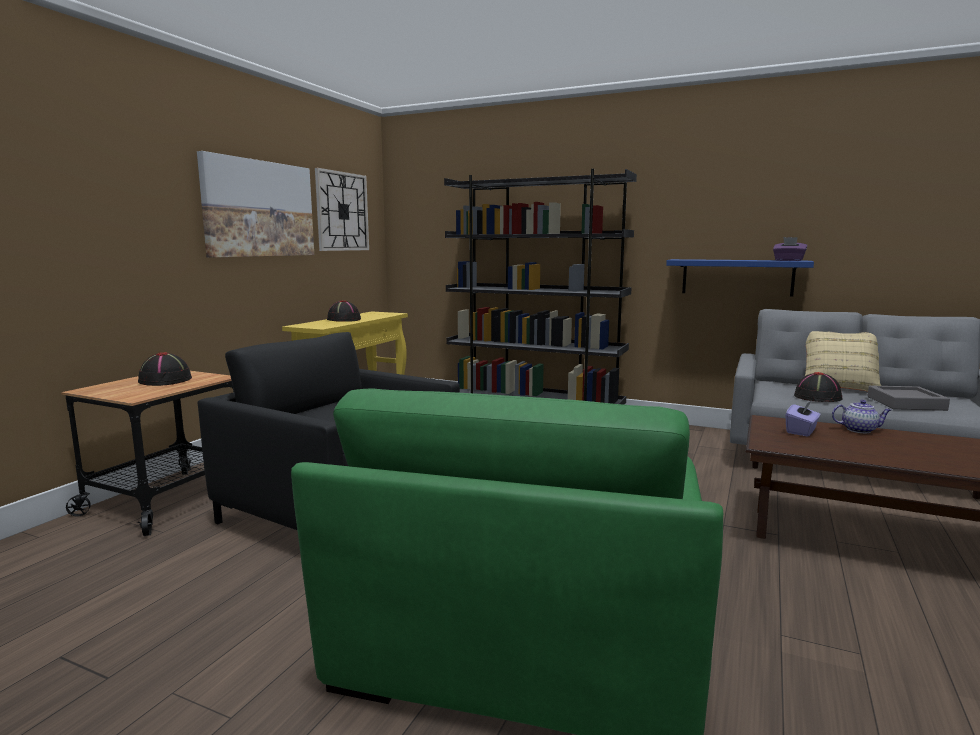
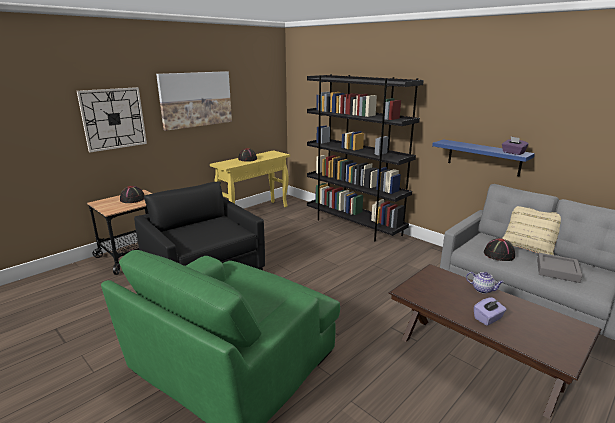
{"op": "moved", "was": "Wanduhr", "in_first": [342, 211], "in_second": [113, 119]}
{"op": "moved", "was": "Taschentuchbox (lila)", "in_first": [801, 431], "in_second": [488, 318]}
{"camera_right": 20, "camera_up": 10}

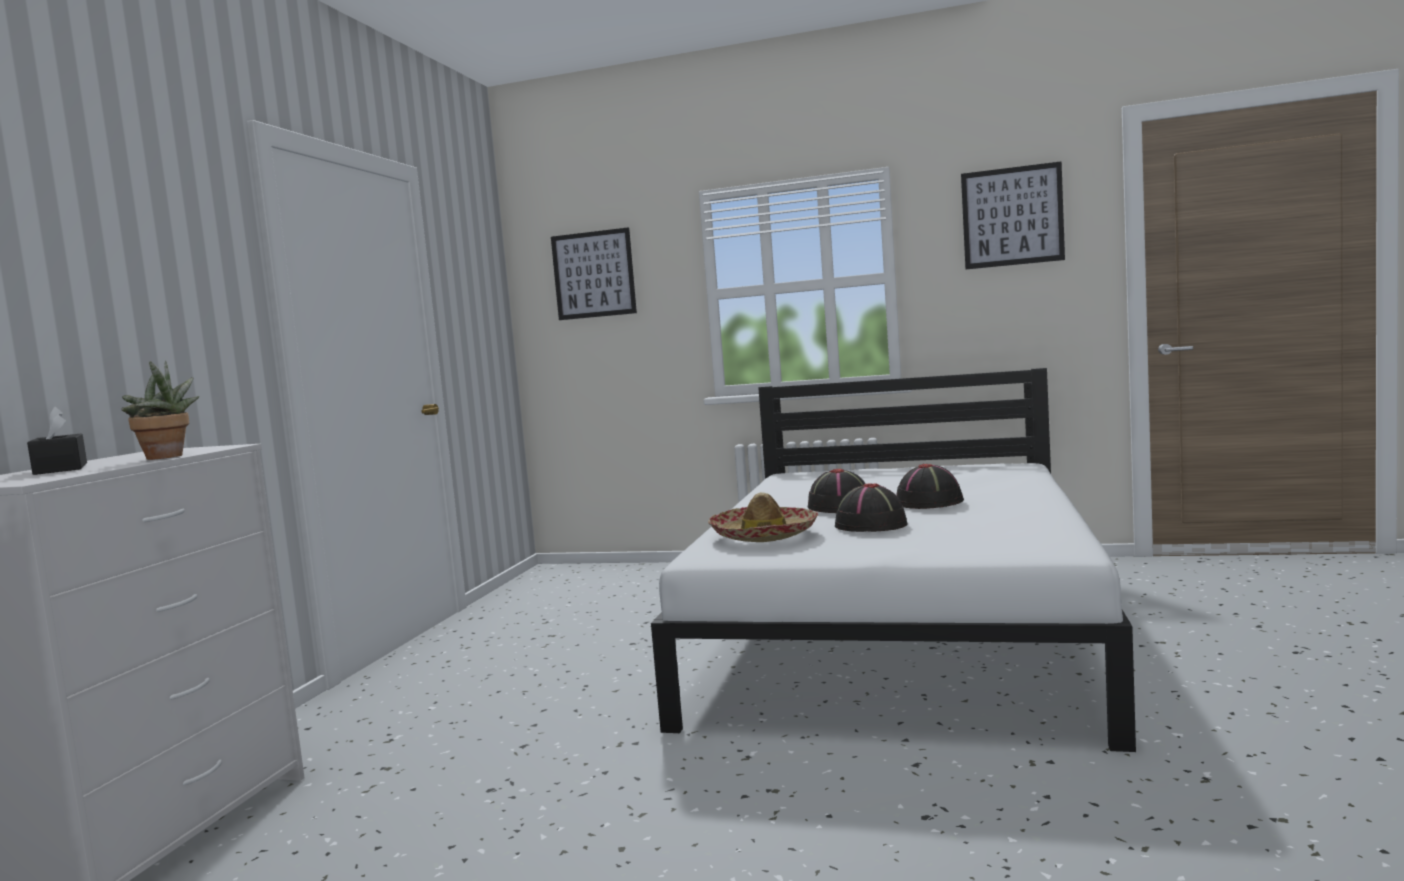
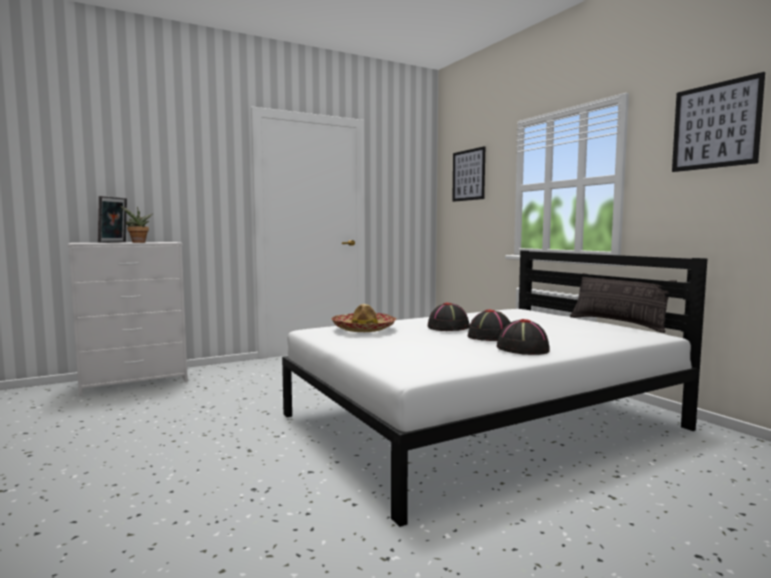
{"op": "added", "now": "Kissen", "in_second": [617, 324]}
{"op": "moved", "was": "Hut (schwarz)", "in_first": [870, 525], "in_second": [522, 349]}
{"op": "replaced", "was": "Taschentuchbox (schwarz)", "now": "Bilderrahmen", "in_first": [61, 469], "in_second": [114, 242]}
{"camera_right": 45, "camera_up": 0}

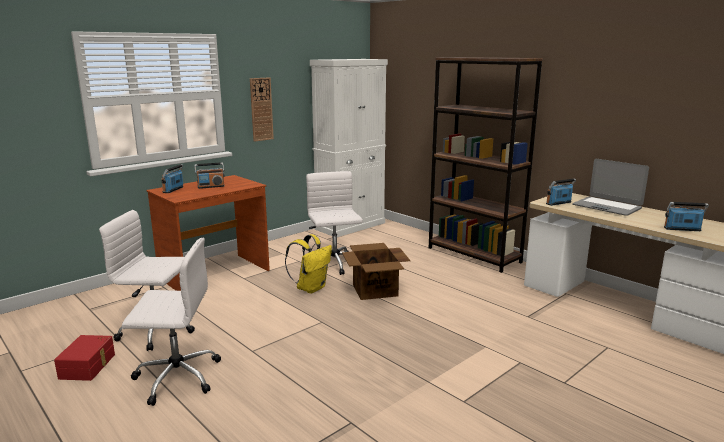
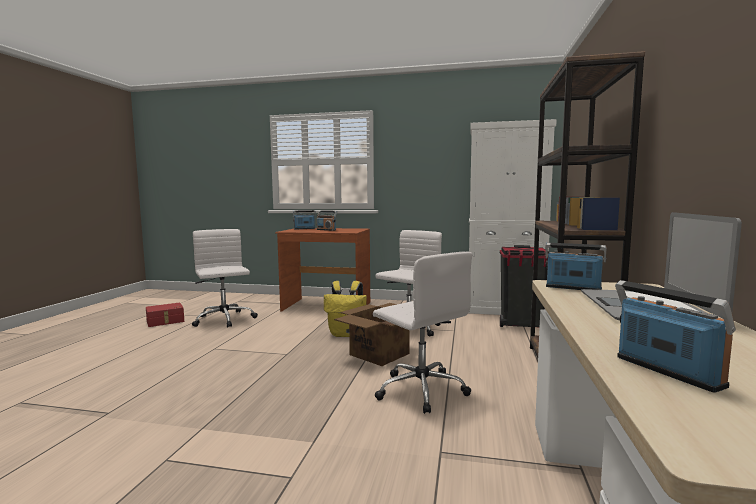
{"op": "removed", "was": "Wanduhr", "in_first": [261, 109]}
{"op": "added", "now": "Mülleimer (schwarz)", "in_second": [521, 324]}
{"op": "moved", "was": "Bürostuhl (weiß)", "in_first": [176, 377], "in_second": [420, 389]}
{"camera_right": 55, "camera_up": -10}

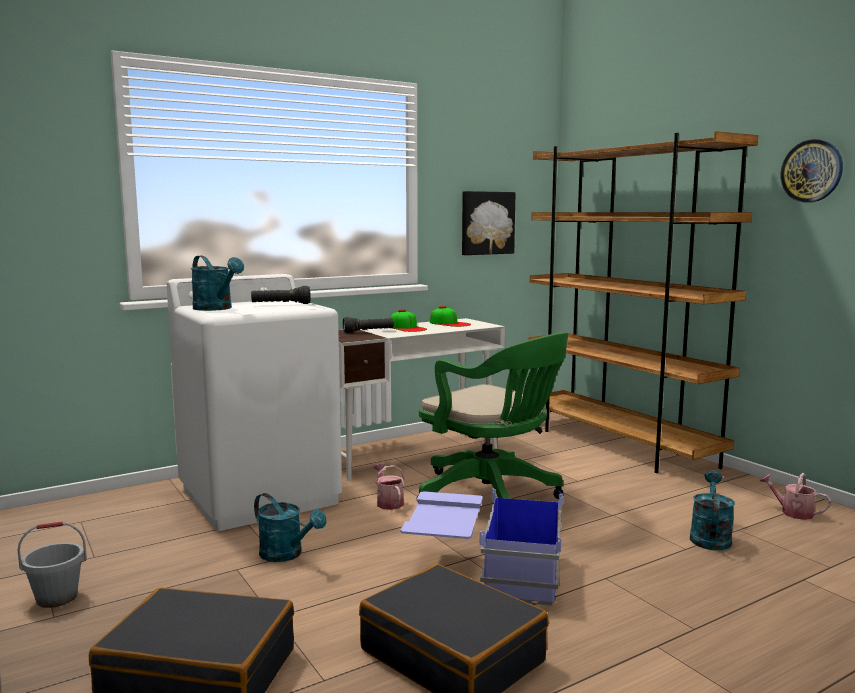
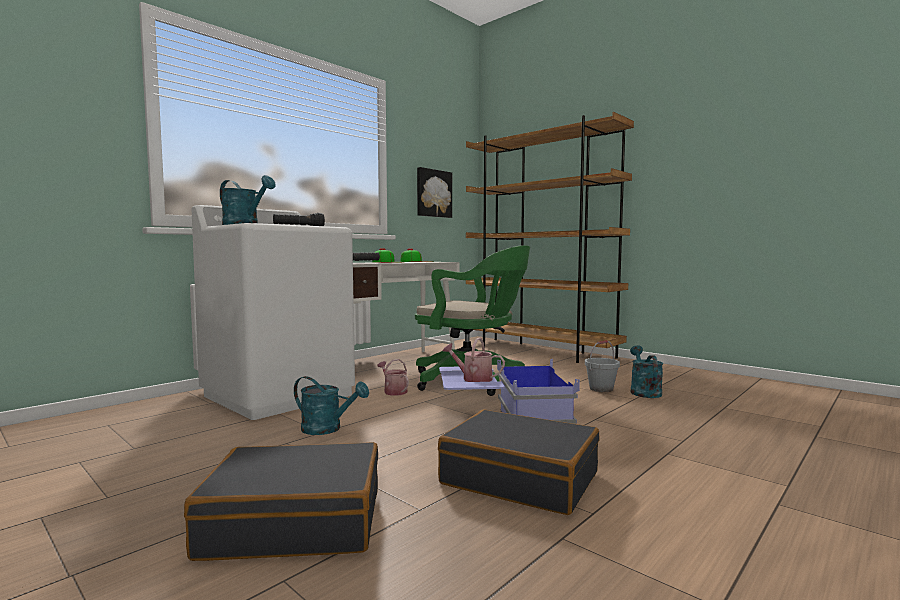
{"op": "removed", "was": "Wanduhr", "in_first": [812, 171]}
{"op": "moved", "was": "Eimer (grau)", "in_first": [56, 598], "in_second": [601, 389]}
{"op": "moved", "was": "Gießkanne", "in_first": [792, 512], "in_second": [473, 379]}
{"camera_right": -15, "camera_up": -5}

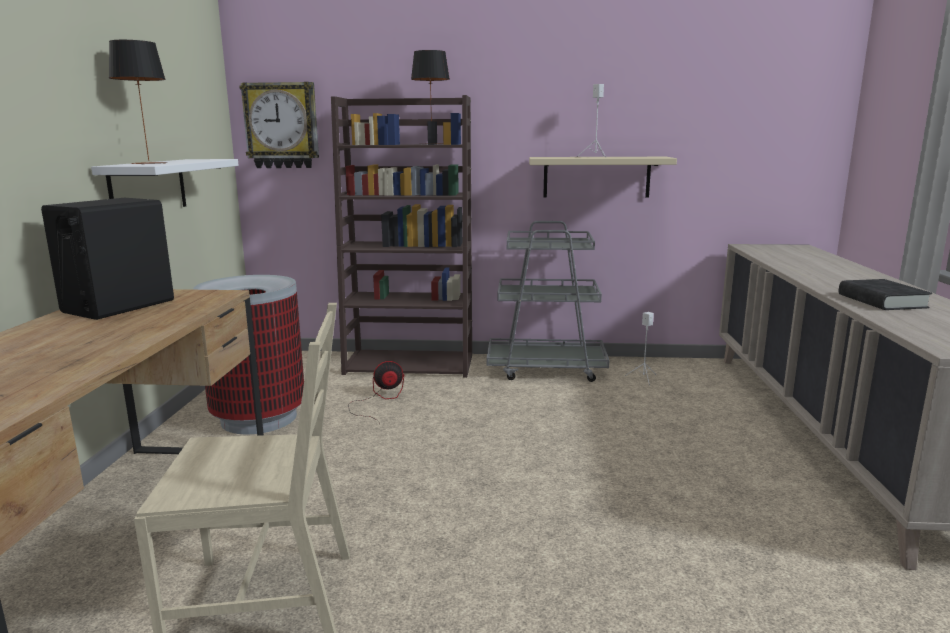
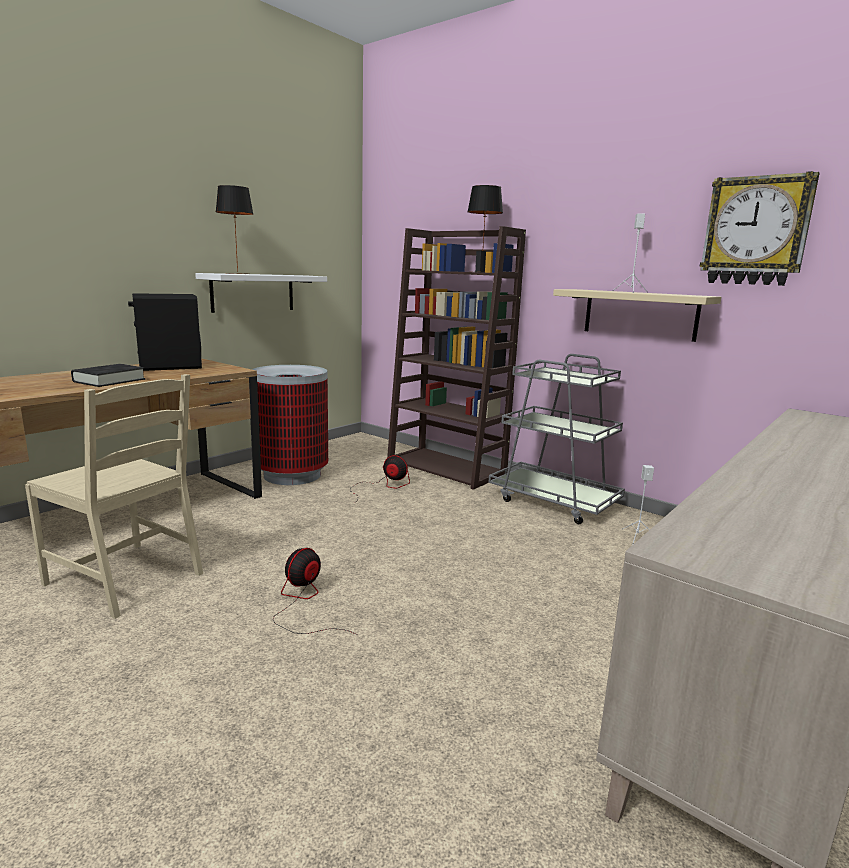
{"op": "added", "now": "Ventilator", "in_second": [304, 603]}
{"op": "moved", "was": "Wanduhr", "in_first": [282, 126], "in_second": [755, 231]}
{"op": "moved", "was": "Buch (schwarz)", "in_first": [881, 301], "in_second": [109, 380]}
{"camera_right": 35, "camera_up": 0}

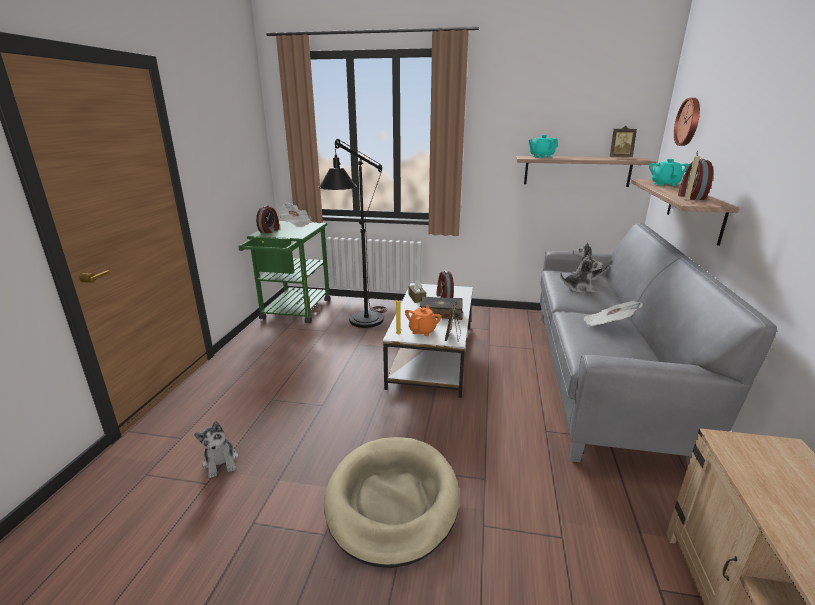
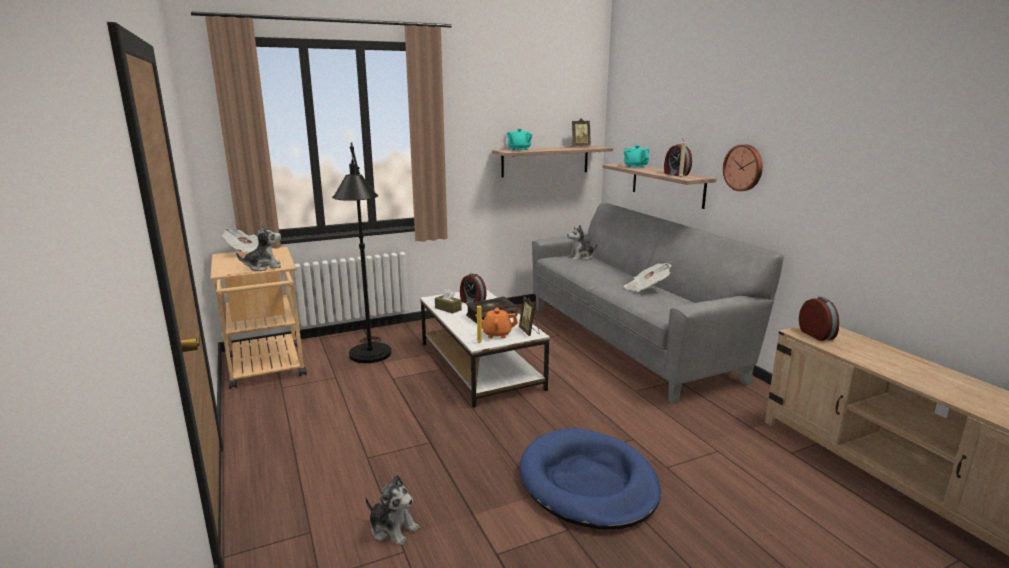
{"op": "moved", "was": "Wecker", "in_first": [269, 231], "in_second": [817, 335]}
{"op": "moved", "was": "Plüschtier", "in_first": [579, 288], "in_second": [263, 267]}
{"op": "moved", "was": "Wanduhr", "in_first": [689, 122], "in_second": [744, 167]}
{"op": "recoloured", "was": "Rollwagen (grün)", "now": "Rollwagen (beige)", "in_first": [294, 312], "in_second": [267, 370]}
{"op": "recoloured", "was": "Hundebett (beige)", "now": "Hundebett (blau)", "in_first": [392, 501], "in_second": [588, 483]}
{"op": "turned", "was": "Teekanne (orange)", "in_first": [422, 331], "in_second": [496, 334], "clockwise": -75}
{"camera_right": -35, "camera_up": -5}

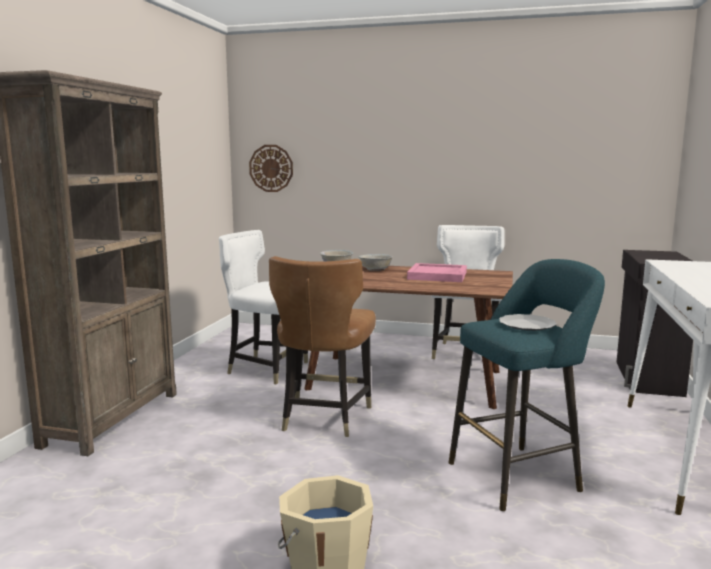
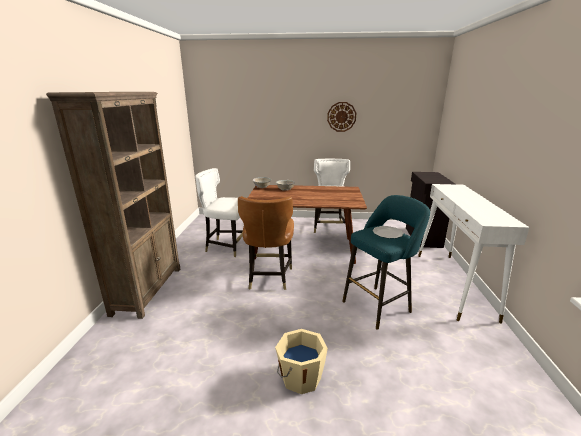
{"op": "removed", "was": "Tablett (rosa)", "in_first": [438, 276]}
{"op": "moved", "was": "Wanduhr", "in_first": [271, 168], "in_second": [341, 117]}
{"camera_right": -10, "camera_up": 10}

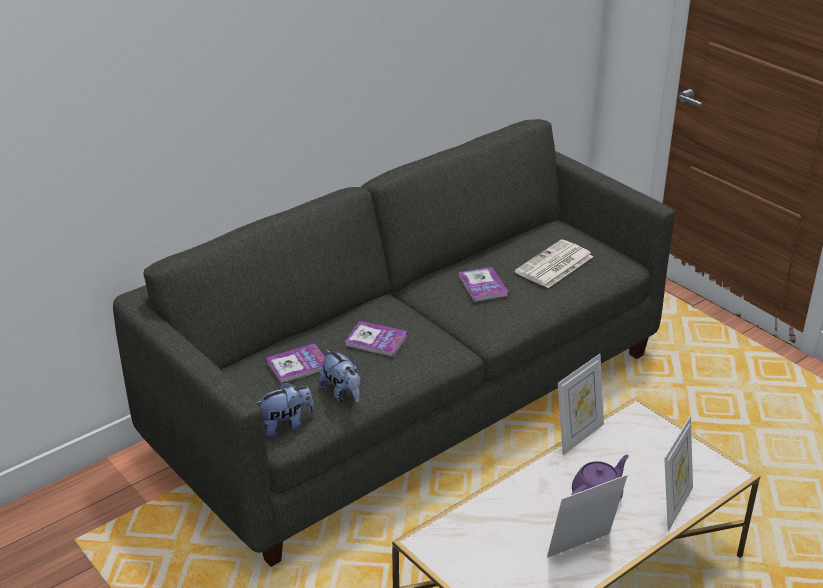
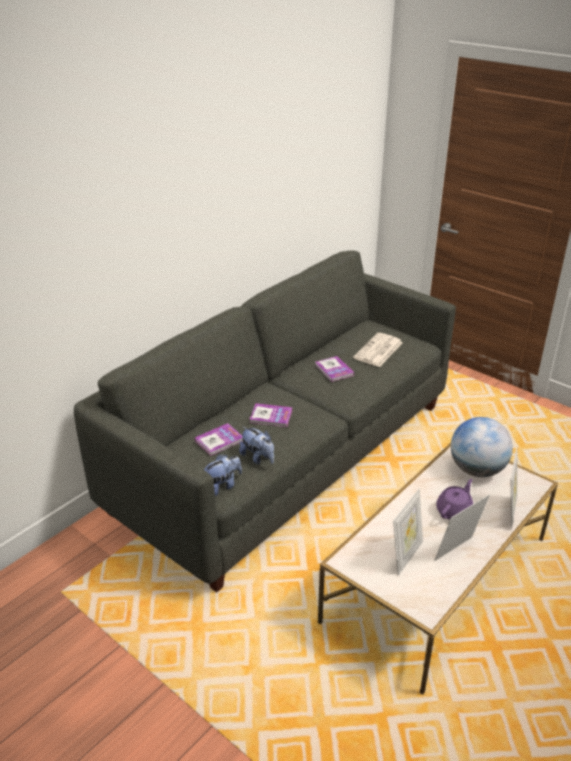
{"op": "added", "now": "Globus", "in_second": [477, 470]}
{"op": "moved", "was": "Bilderrahmen", "in_first": [578, 436], "in_second": [405, 556]}
{"camera_right": -10, "camera_up": 0}

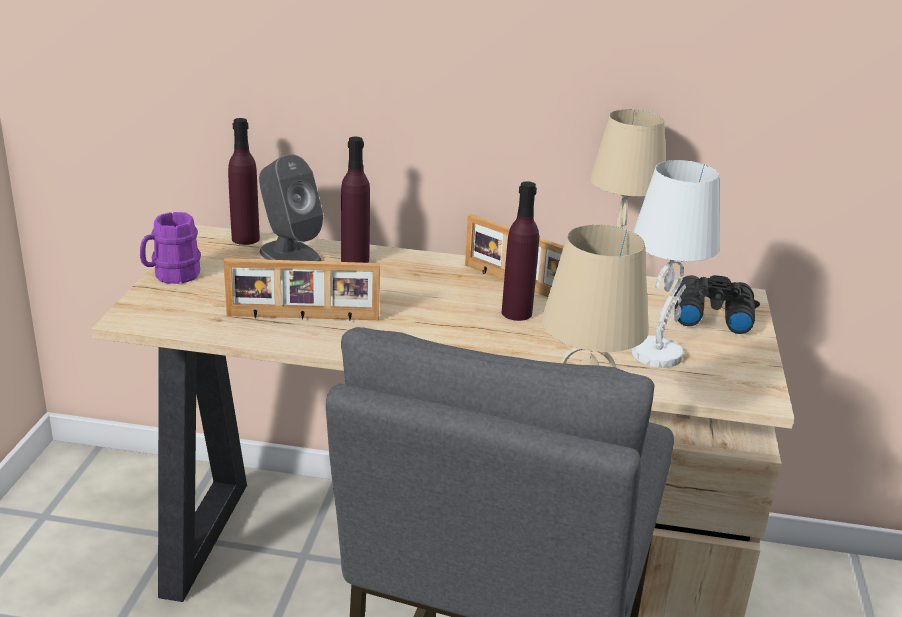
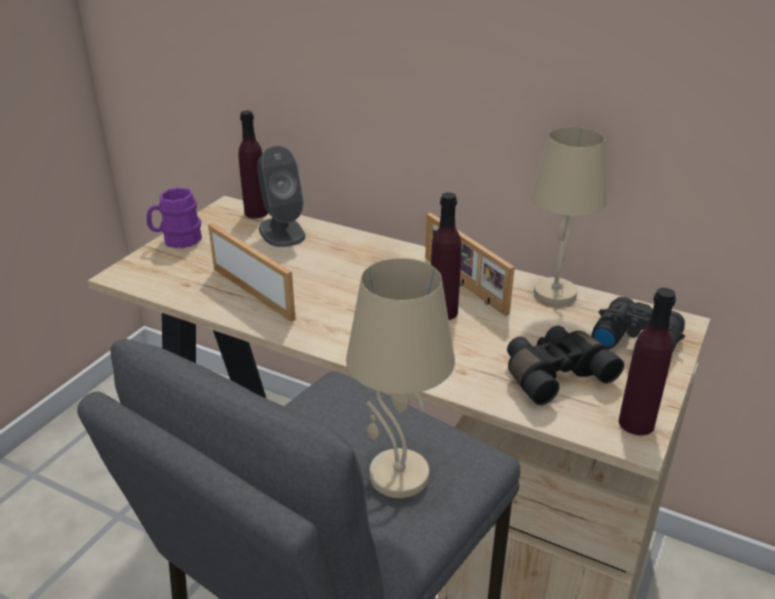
{"op": "moved", "was": "Flasche (lila)", "in_first": [355, 260], "in_second": [636, 423]}
{"op": "replaced", "was": "Tischlampe (weiß)", "now": "Fernglas (schwarz)", "in_first": [657, 353], "in_second": [554, 374]}
{"op": "turned", "was": "Bilderrahmen", "in_first": [303, 318], "in_second": [254, 292], "clockwise": -150}
{"camera_right": 20, "camera_up": 5}

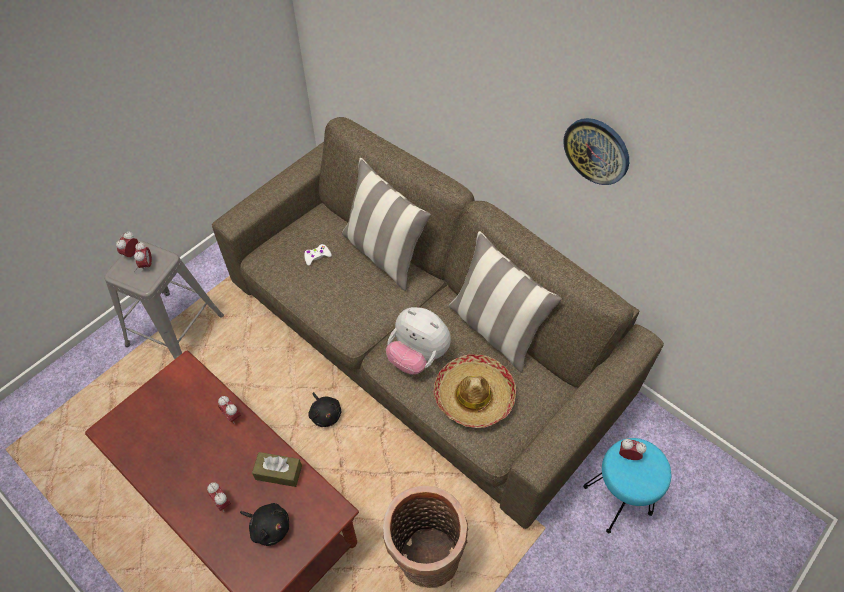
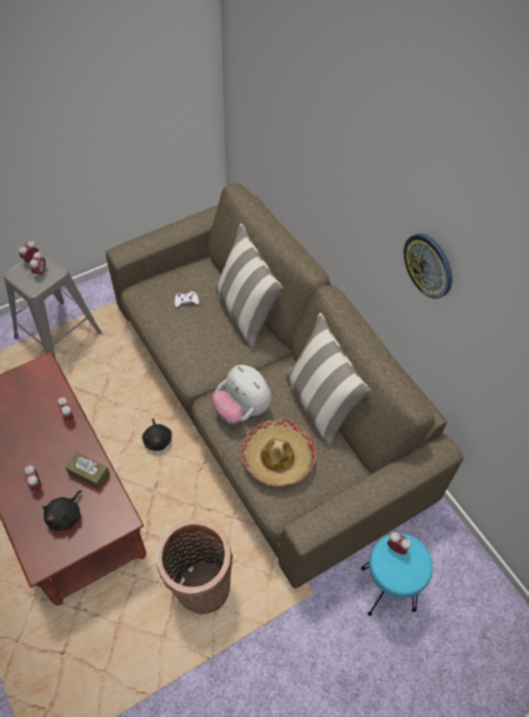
{"op": "turned", "was": "Plüschtier (schwarz)", "in_first": [269, 526], "in_second": [66, 516], "clockwise": 75}
{"camera_right": 15, "camera_up": 0}

